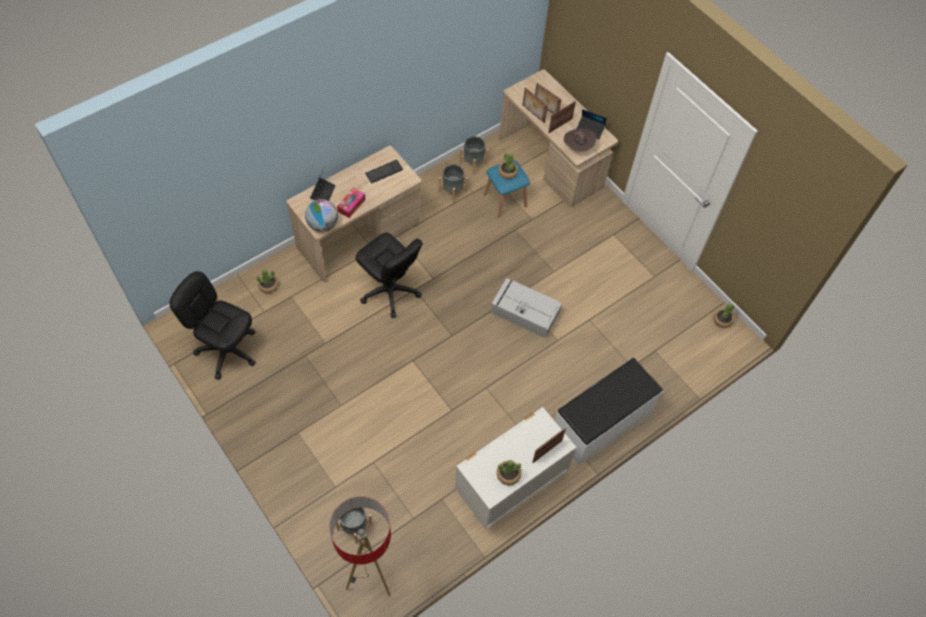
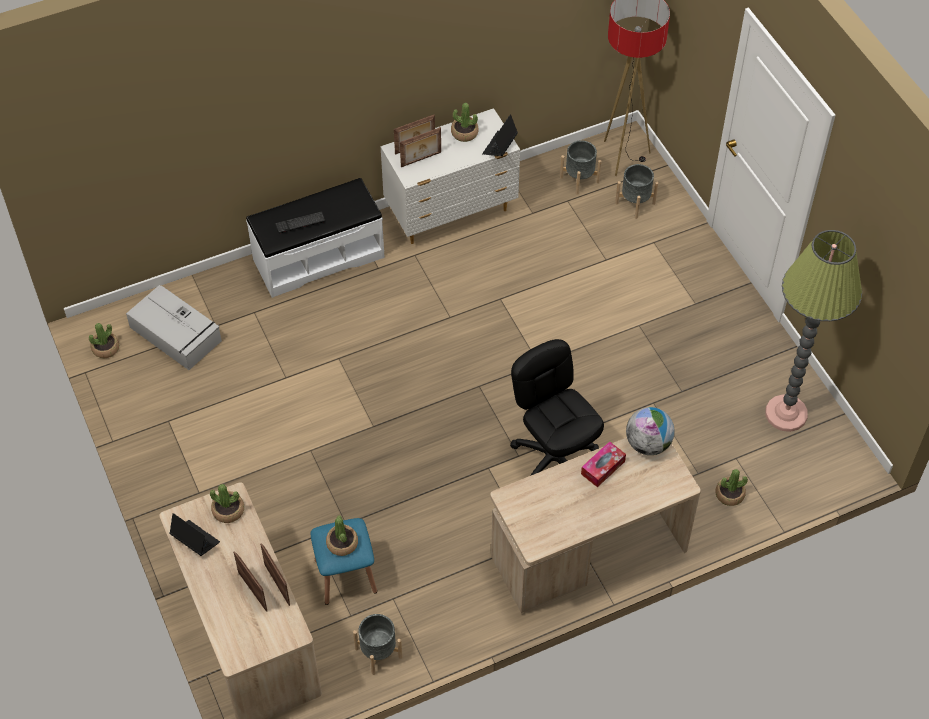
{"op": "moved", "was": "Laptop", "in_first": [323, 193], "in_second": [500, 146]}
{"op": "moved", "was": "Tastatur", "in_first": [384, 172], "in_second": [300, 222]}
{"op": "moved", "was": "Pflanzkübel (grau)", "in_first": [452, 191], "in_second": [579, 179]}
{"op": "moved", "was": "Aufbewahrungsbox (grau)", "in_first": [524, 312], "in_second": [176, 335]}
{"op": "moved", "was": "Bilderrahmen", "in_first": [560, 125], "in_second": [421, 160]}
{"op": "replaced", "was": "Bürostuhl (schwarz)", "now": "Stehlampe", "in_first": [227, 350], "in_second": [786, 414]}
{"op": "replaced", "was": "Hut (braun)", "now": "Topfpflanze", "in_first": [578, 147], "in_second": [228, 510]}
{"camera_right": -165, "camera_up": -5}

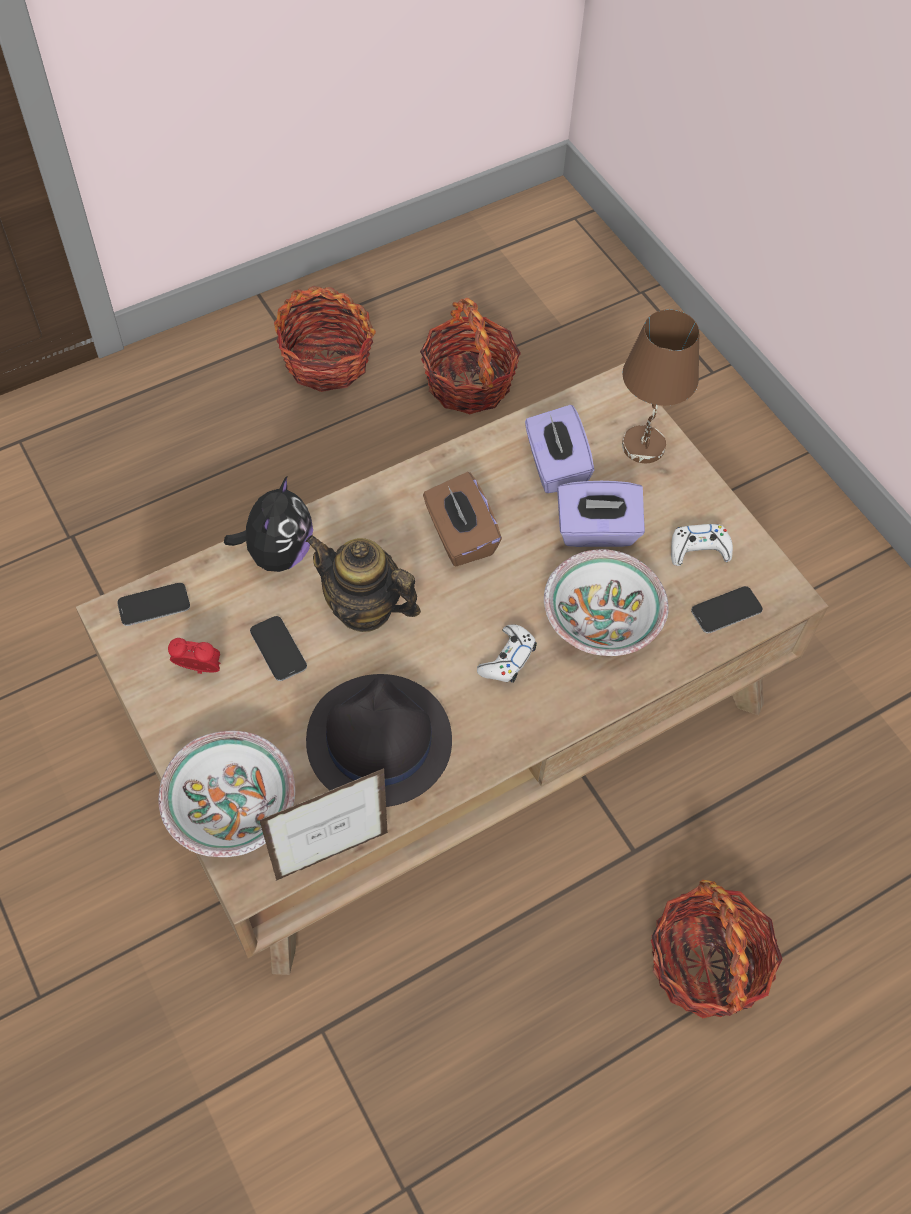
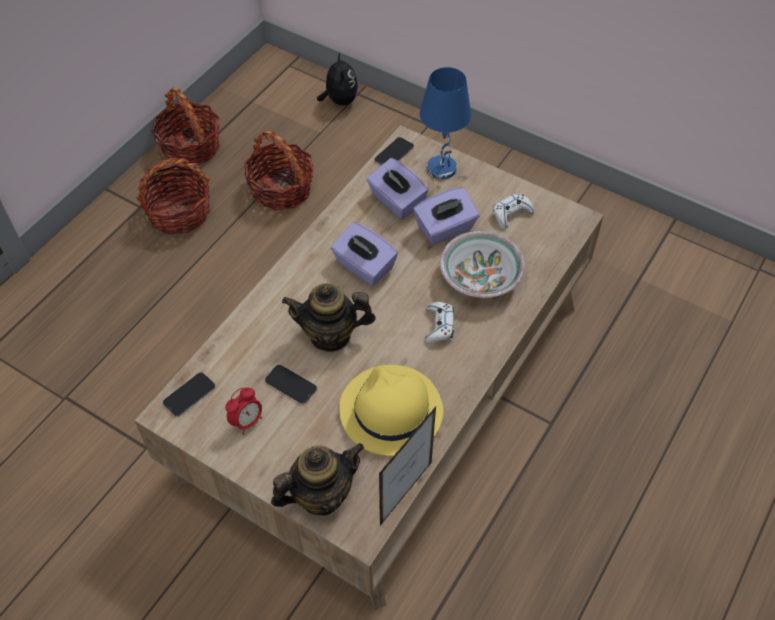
{"op": "moved", "was": "Plüschtier", "in_first": [278, 553], "in_second": [340, 100]}
{"op": "moved", "was": "Korb", "in_first": [705, 964], "in_second": [191, 147]}
{"op": "moved", "was": "Handy", "in_first": [726, 610], "in_second": [394, 154]}
{"op": "replaced", "was": "Schüssel", "now": "Teekanne", "in_first": [230, 805], "in_second": [320, 495]}
{"op": "recoloured", "was": "Hut (schwarz)", "now": "Hut (gelb)", "in_first": [377, 741], "in_second": [390, 411]}
{"op": "recoloured", "was": "Taschentuchbox (braun)", "now": "Taschentuchbox (lila)", "in_first": [460, 536], "in_second": [364, 267]}
{"op": "recoloured", "was": "Tischlampe (braun)", "now": "Tischlampe (blau)", "in_first": [644, 447], "in_second": [442, 169]}
{"op": "turned", "was": "Wecker", "in_first": [200, 670], "in_second": [247, 421], "clockwise": 150}
{"camera_right": -25, "camera_up": -5}

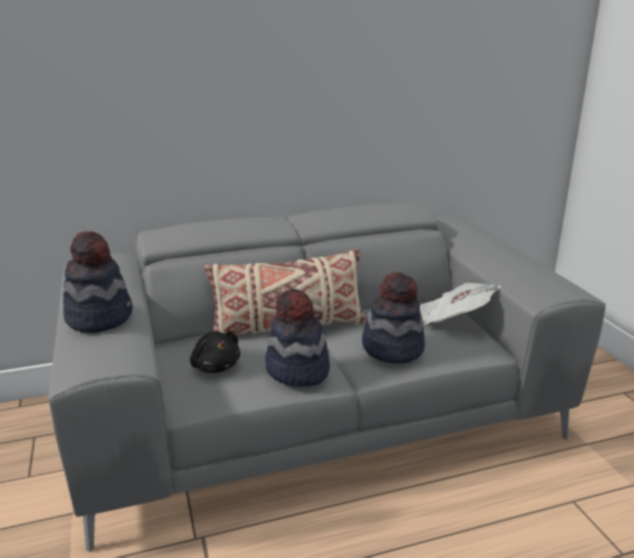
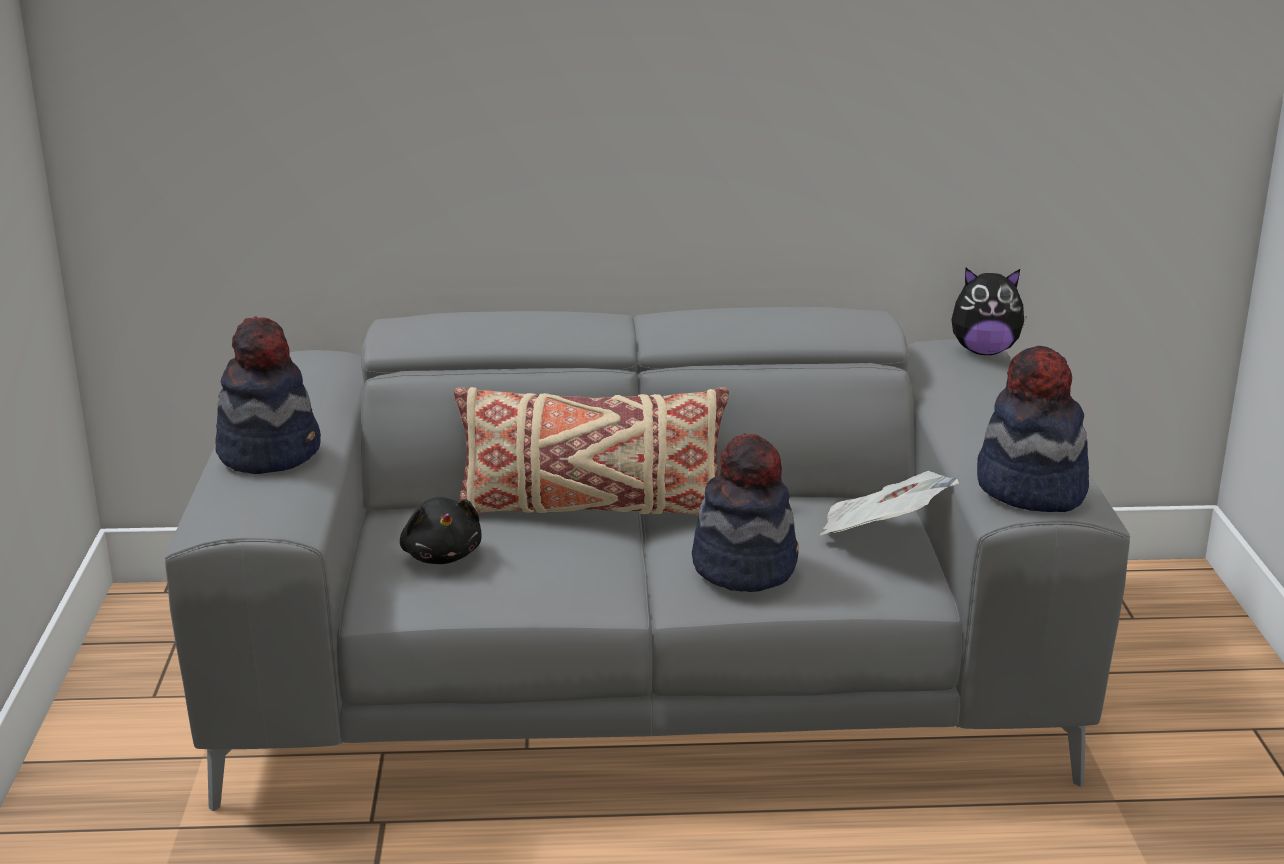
{"op": "added", "now": "Plüschtier", "in_second": [984, 351]}
{"op": "moved", "was": "Hut", "in_first": [297, 370], "in_second": [1030, 489]}
{"camera_right": 15, "camera_up": 0}

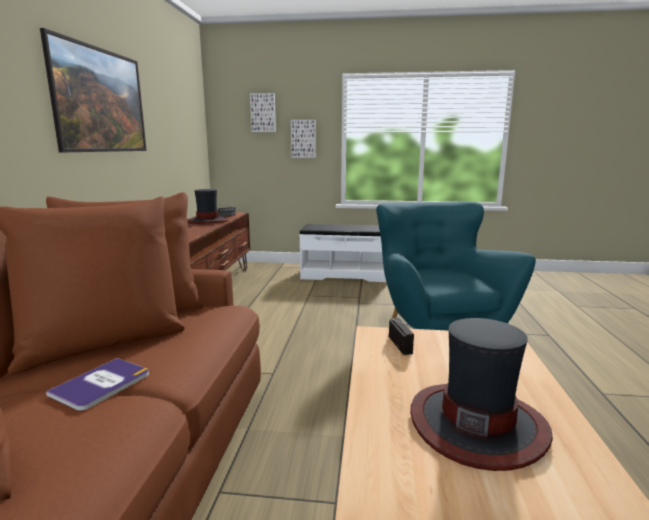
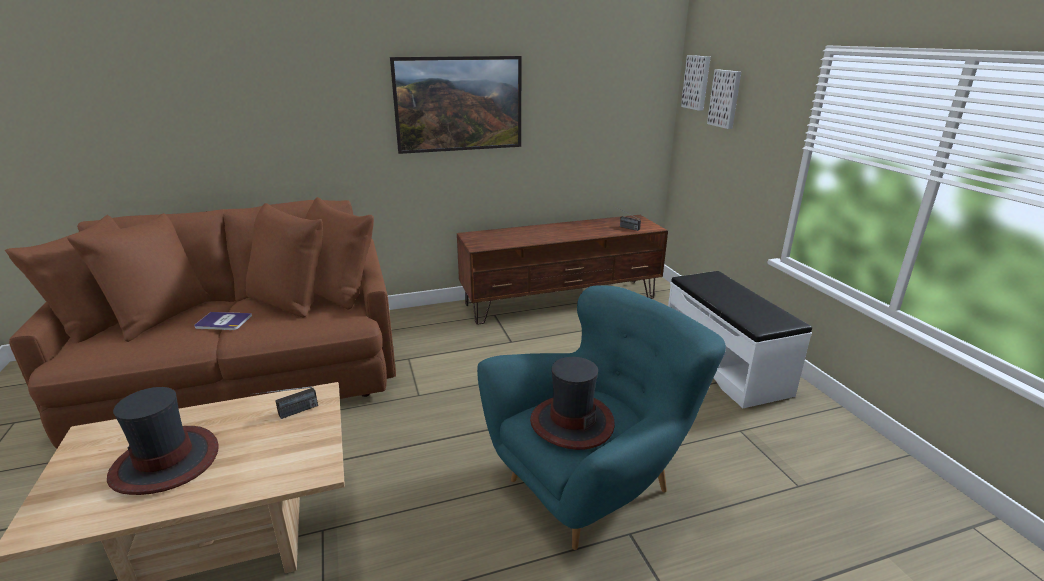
{"op": "moved", "was": "Hut", "in_first": [207, 221], "in_second": [571, 422]}
{"op": "moved", "was": "Bild", "in_first": [303, 139], "in_second": [697, 82]}
{"camera_right": 65, "camera_up": 10}

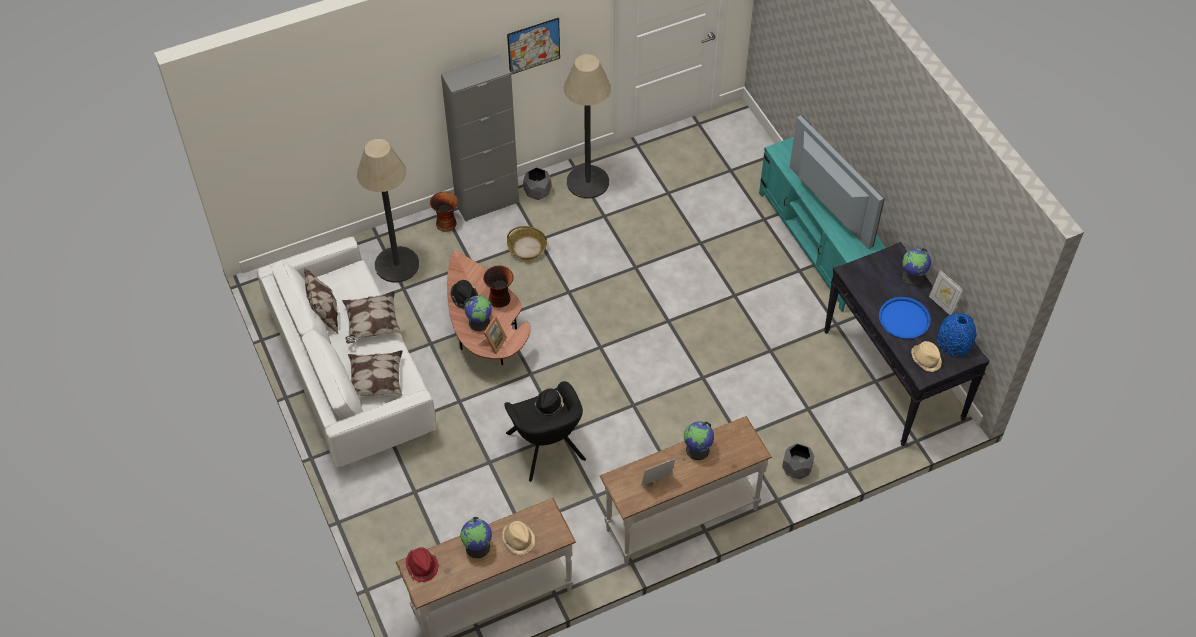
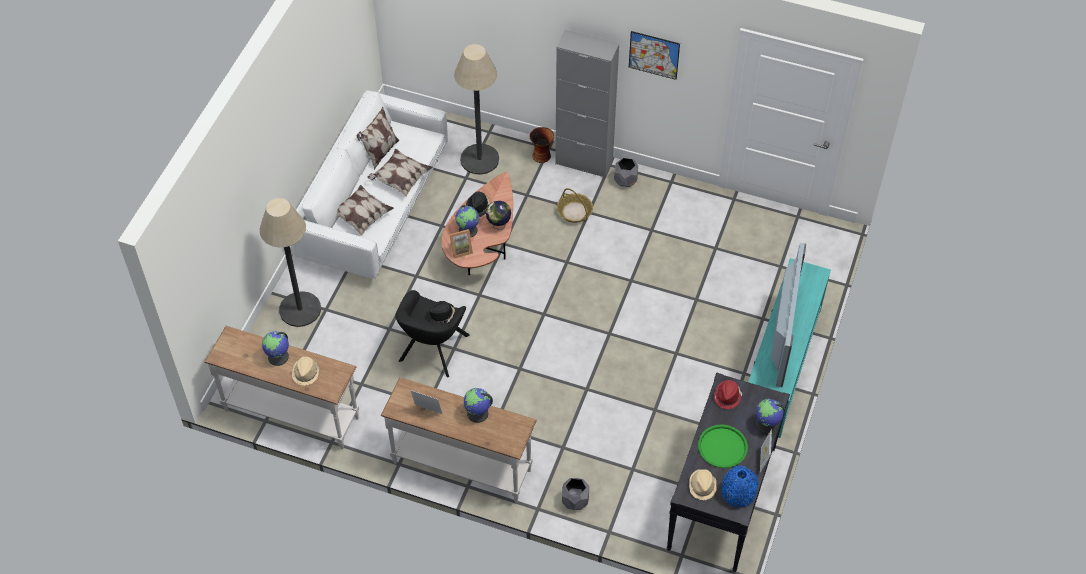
{"op": "moved", "was": "Hut (rot)", "in_first": [422, 566], "in_second": [727, 396]}
{"op": "moved", "was": "Stehlampe", "in_first": [587, 182], "in_second": [300, 309]}
{"op": "replaced", "was": "Vase", "now": "Globus", "in_first": [500, 298], "in_second": [499, 225]}
{"op": "recoloured", "was": "Tablett (blau)", "now": "Tablett (grün)", "in_first": [904, 318], "in_second": [722, 447]}
{"camera_right": 45, "camera_up": 0}

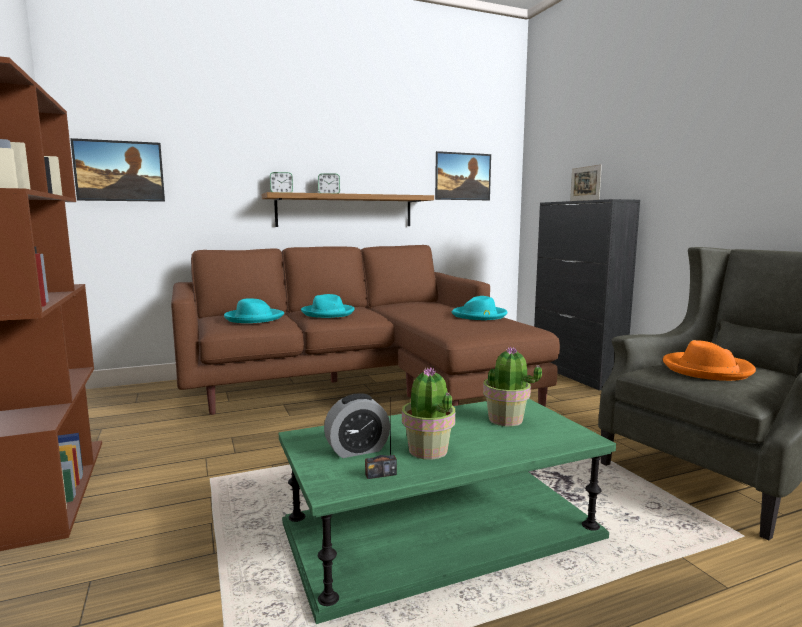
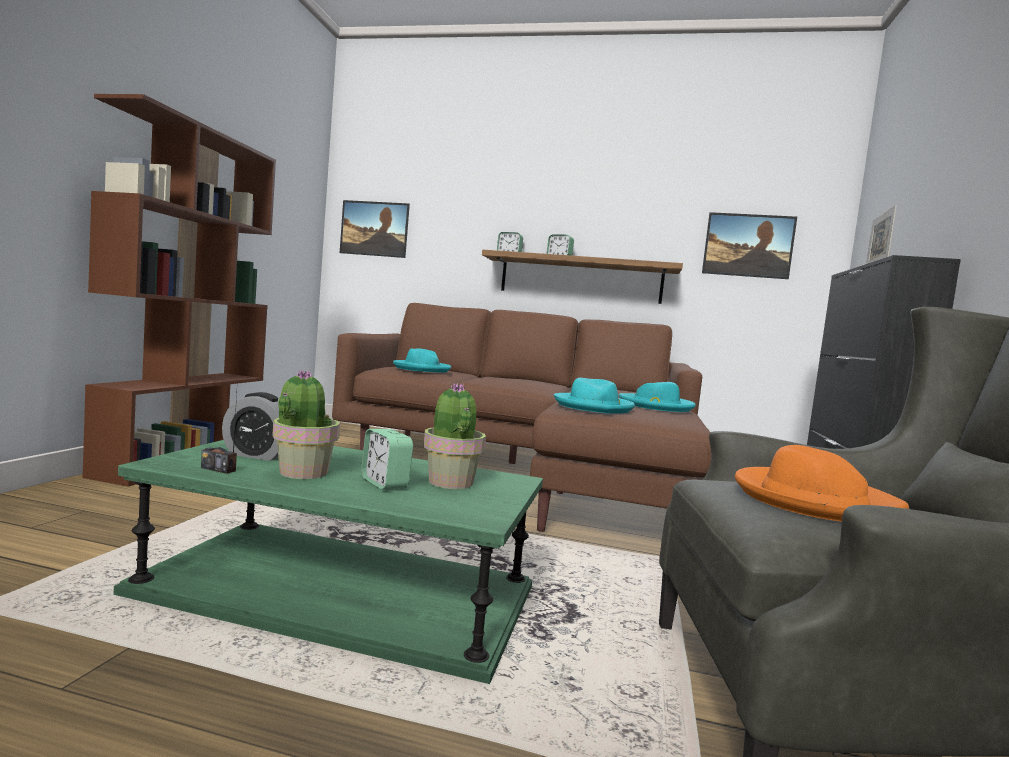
{"op": "added", "now": "Wecker", "in_second": [384, 483]}
{"op": "moved", "was": "Hut (türkis)", "in_first": [328, 313], "in_second": [594, 407]}
{"camera_right": 35, "camera_up": -5}

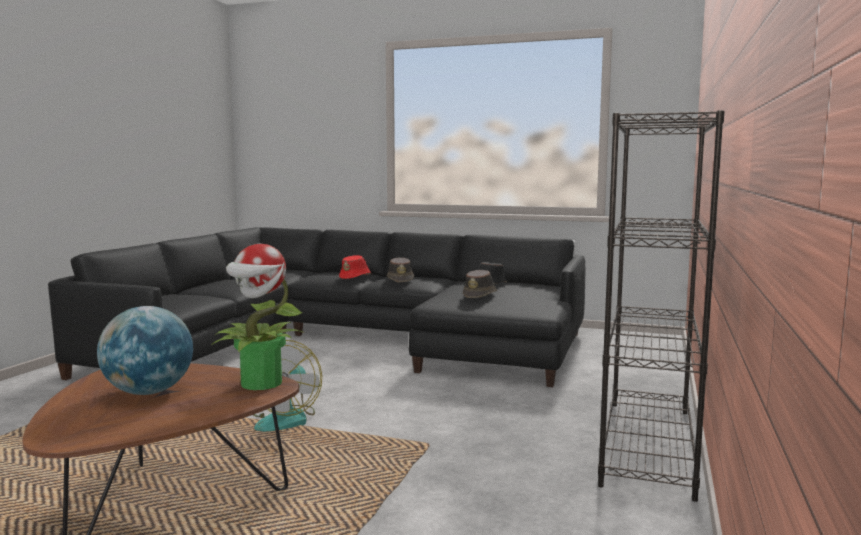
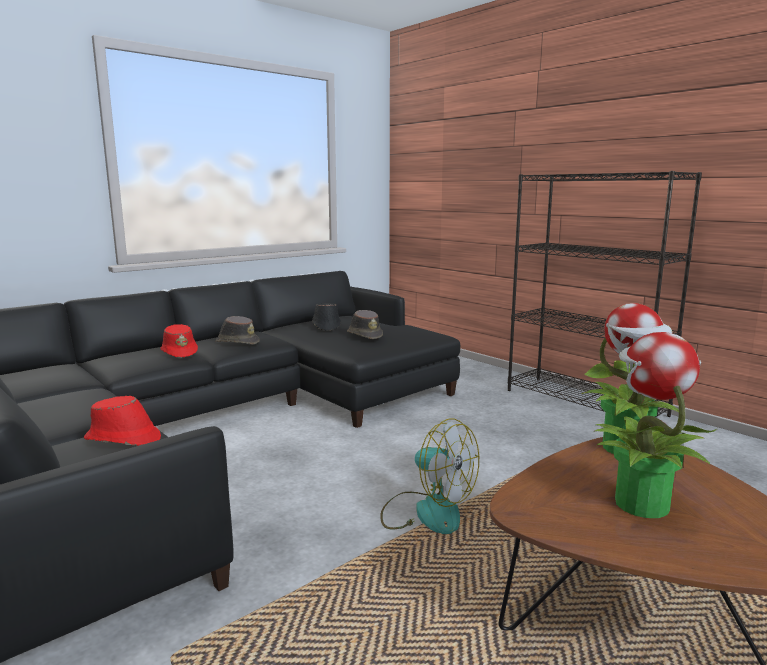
{"op": "added", "now": "Hut (rot)", "in_second": [123, 440]}
{"op": "replaced", "was": "Globus", "now": "Topfpflanze", "in_first": [149, 392], "in_second": [640, 503]}
{"camera_right": -60, "camera_up": 5}

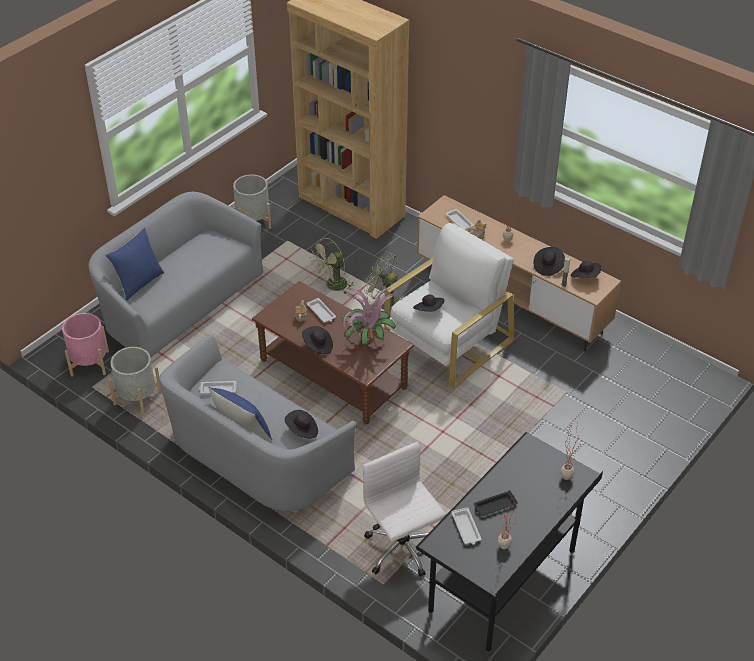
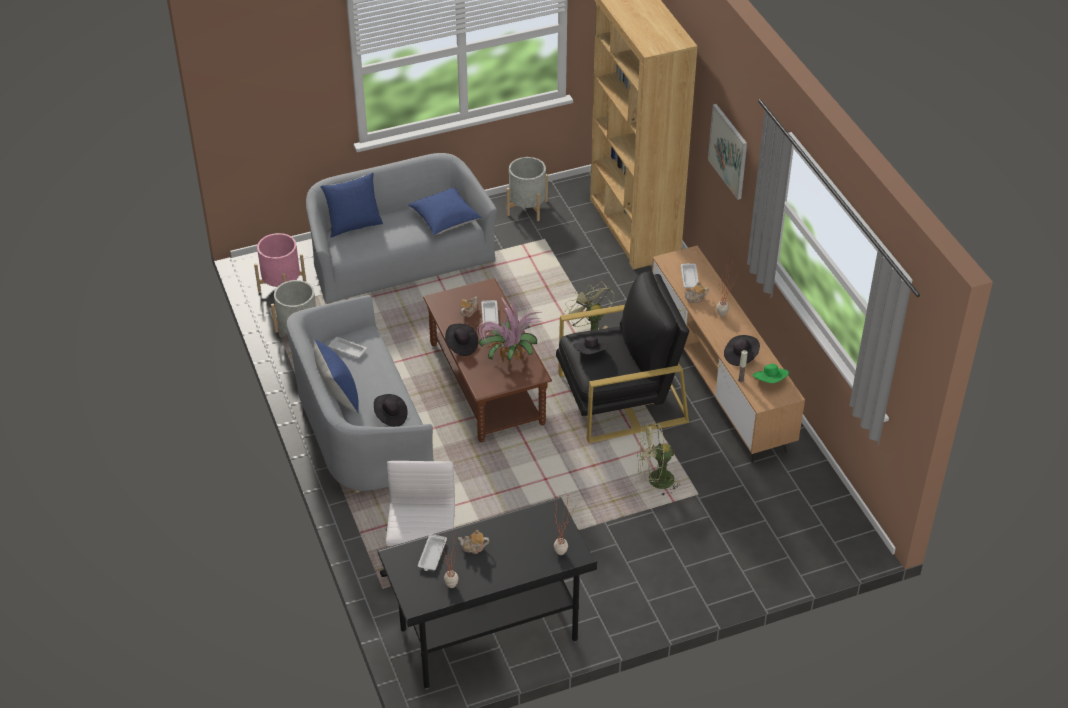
{"op": "added", "now": "Kissen (blau)", "in_second": [445, 220]}
{"op": "added", "now": "Bild", "in_second": [728, 151]}
{"op": "moved", "was": "Ventilator (grün)", "in_first": [333, 287], "in_second": [655, 481]}
{"op": "replaced", "was": "Tablett (schwarz)", "now": "Teekanne", "in_first": [494, 506], "in_second": [473, 547]}
{"op": "recoloured", "was": "Sessel (weiß)", "now": "Sessel (schwarz)", "in_first": [448, 342], "in_second": [620, 398]}
{"op": "recoloured", "was": "Hut (schwarz)", "now": "Hut (grün)", "in_first": [585, 277], "in_second": [770, 381]}
{"camera_right": 30, "camera_up": 0}

